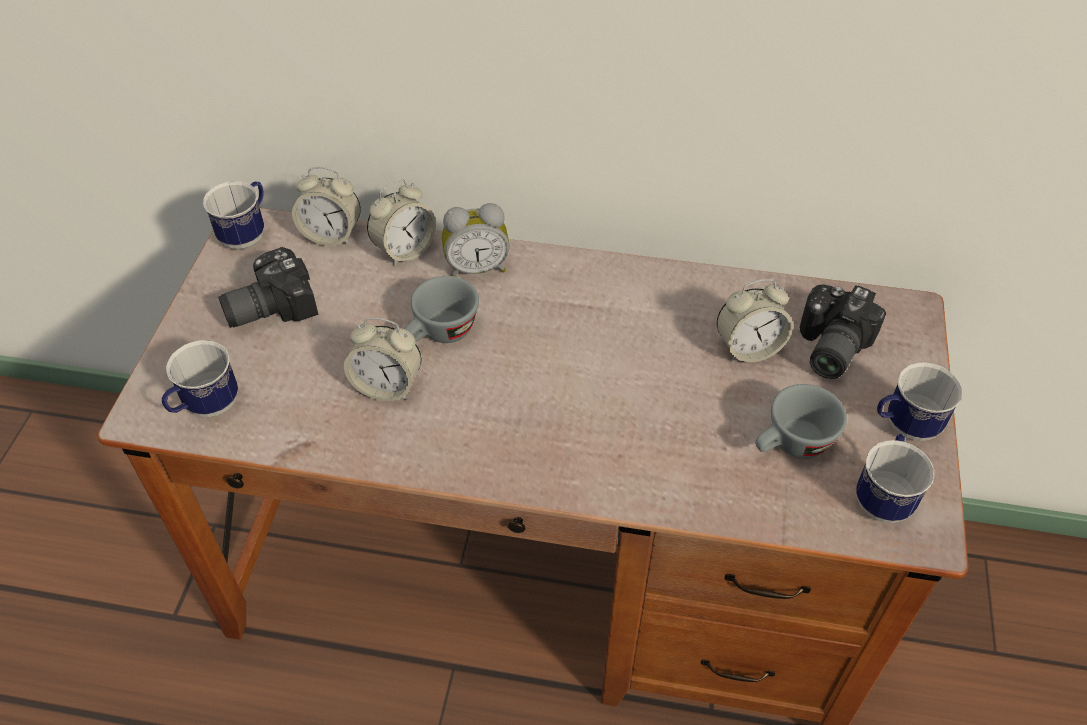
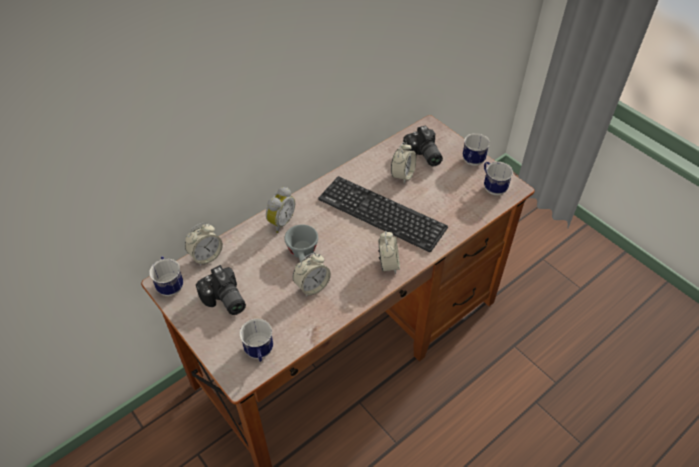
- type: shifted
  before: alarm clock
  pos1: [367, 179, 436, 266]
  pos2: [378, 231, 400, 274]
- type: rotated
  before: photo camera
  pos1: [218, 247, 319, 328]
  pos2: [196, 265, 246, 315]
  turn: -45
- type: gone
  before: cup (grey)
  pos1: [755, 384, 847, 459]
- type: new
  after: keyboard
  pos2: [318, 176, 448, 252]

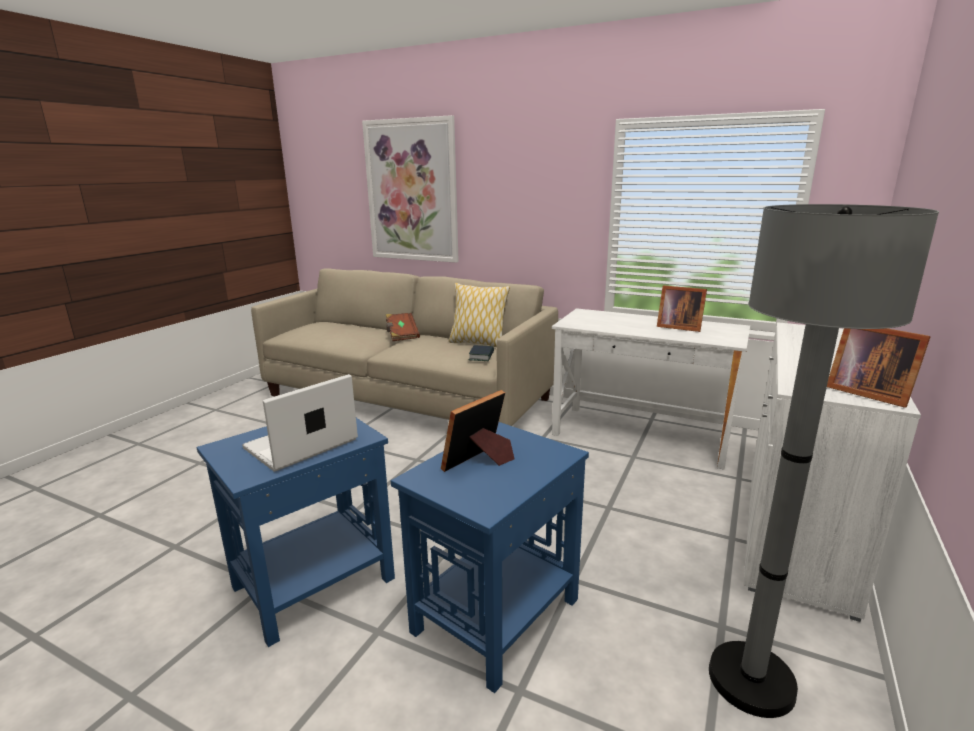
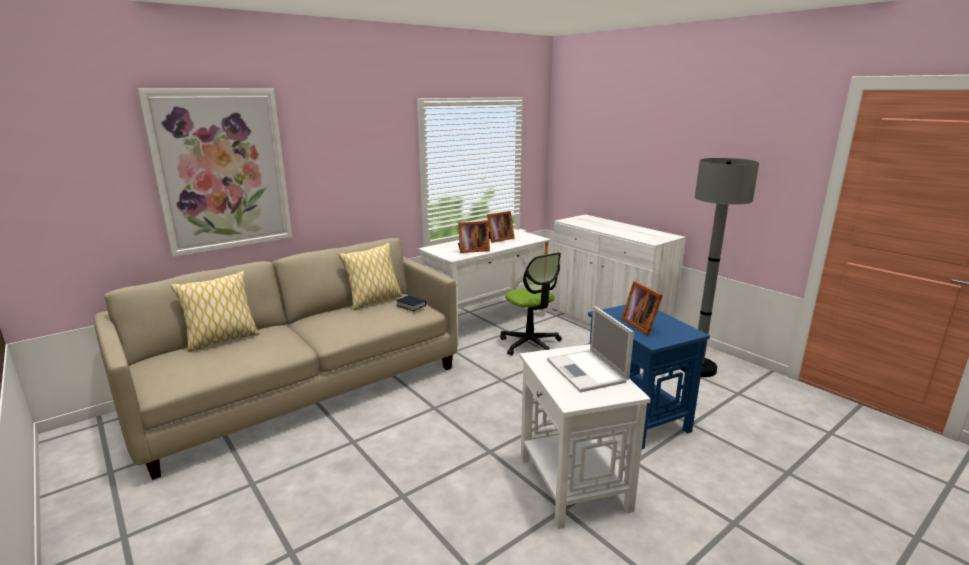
- type: gone
  before: book (brown)
  pos1: [386, 313, 420, 341]
- type: shifted
  before: picture frame
  pos1: [827, 328, 931, 408]
  pos2: [458, 221, 490, 253]
- type: repainted
  before: side table (blue)
  after: side table (white)
  pos1: [196, 418, 395, 647]
  pos2: [520, 344, 651, 529]
- type: new
  after: office chair
  pos2: [500, 252, 562, 355]
- type: new
  after: pillow
  pos2: [171, 271, 259, 352]

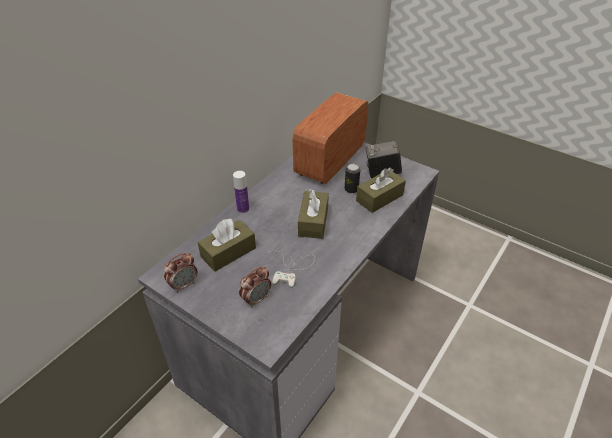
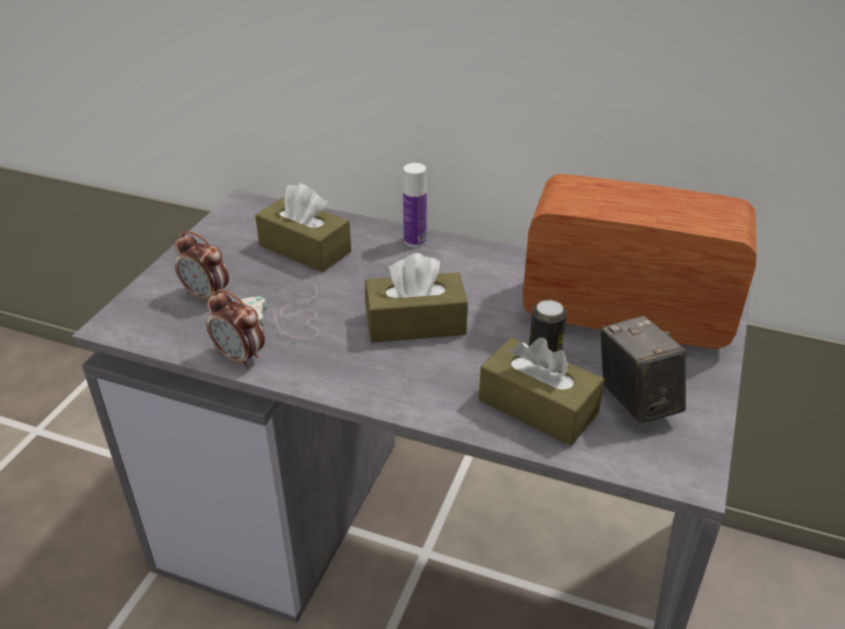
- type: shifted
  before: alarm clock
  pos1: [164, 253, 198, 293]
  pos2: [206, 289, 265, 368]

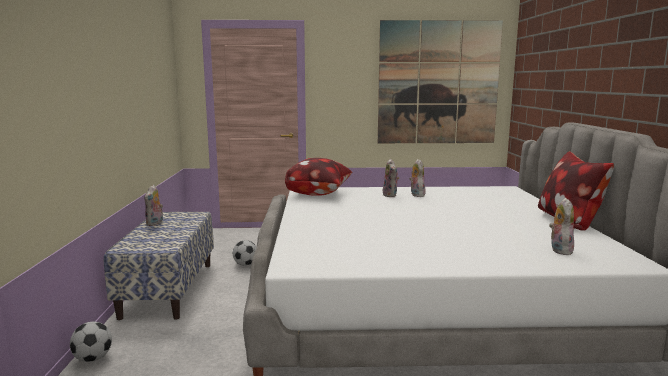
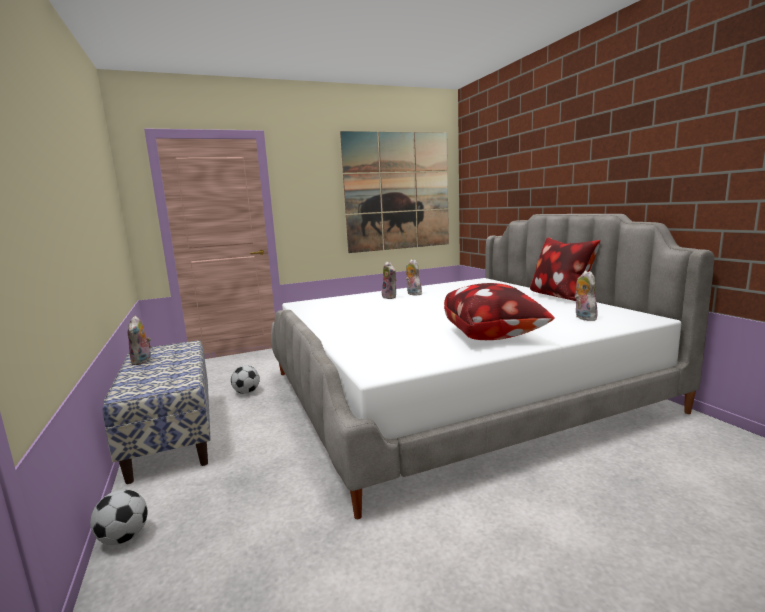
- type: shifted
  before: pillow
  pos1: [285, 158, 352, 196]
  pos2: [444, 283, 555, 340]

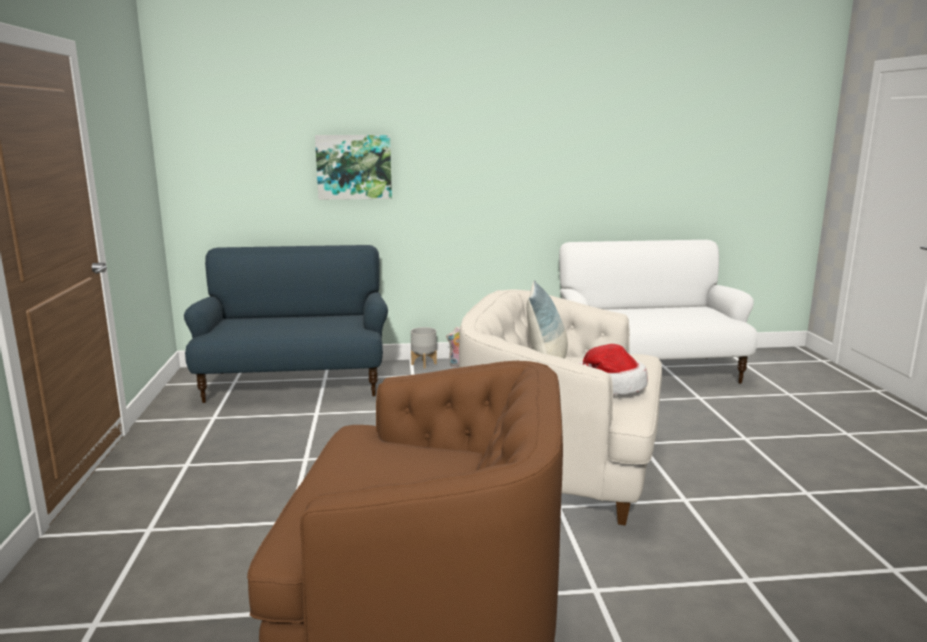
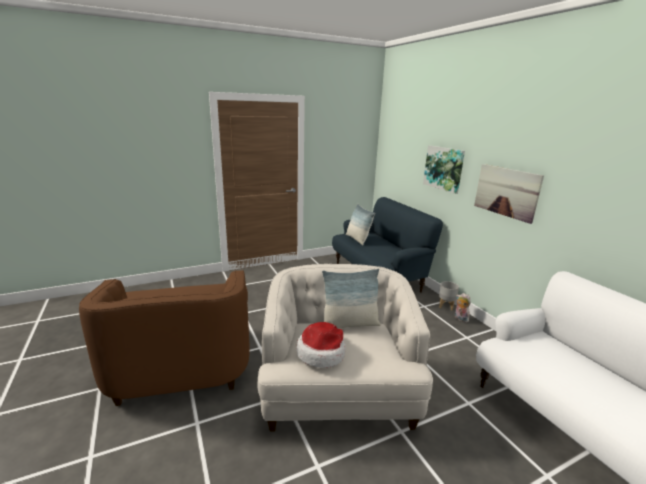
- type: new
  after: picture
  pos2: [474, 164, 544, 224]
- type: new
  after: pillow
  pos2: [346, 204, 375, 245]

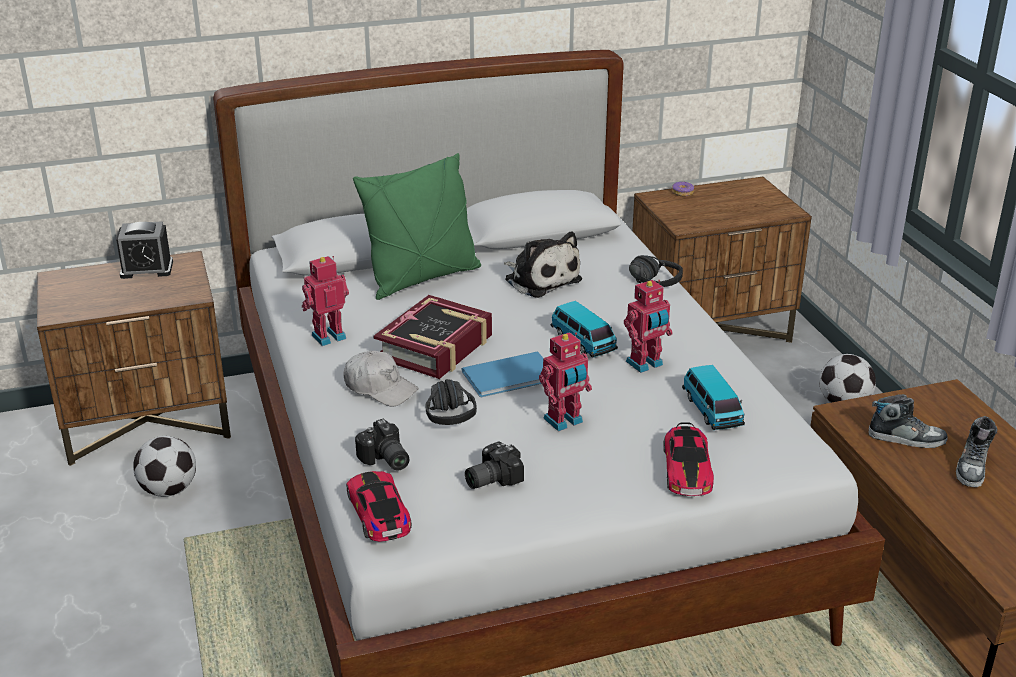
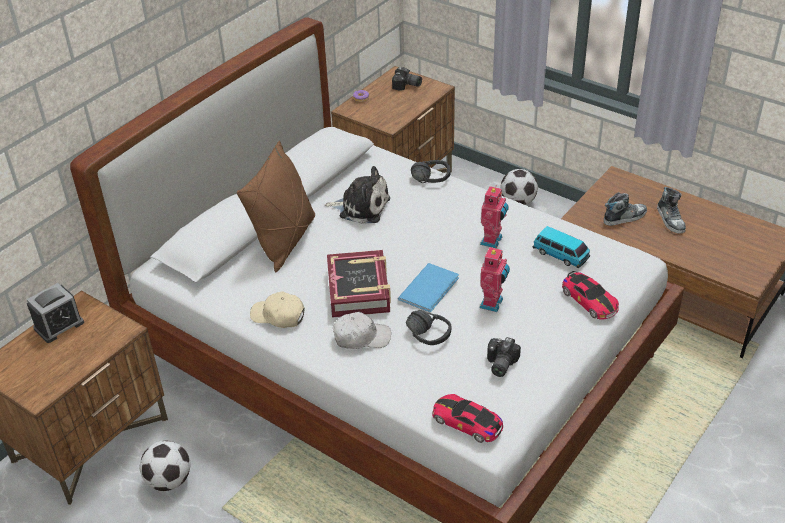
- type: repainted
  before: pillow (green)
  after: pillow (brown)
  pos1: [353, 153, 481, 300]
  pos2: [237, 141, 315, 272]
- type: swapped
  before: toy robot
  after: cap (beige)
  pos1: [302, 256, 349, 346]
  pos2: [250, 291, 305, 328]
- type: gone
  before: toy car
  pos1: [551, 301, 618, 358]
- type: shifted
  before: photo camera
  pos1: [355, 419, 409, 471]
  pos2: [392, 67, 422, 91]

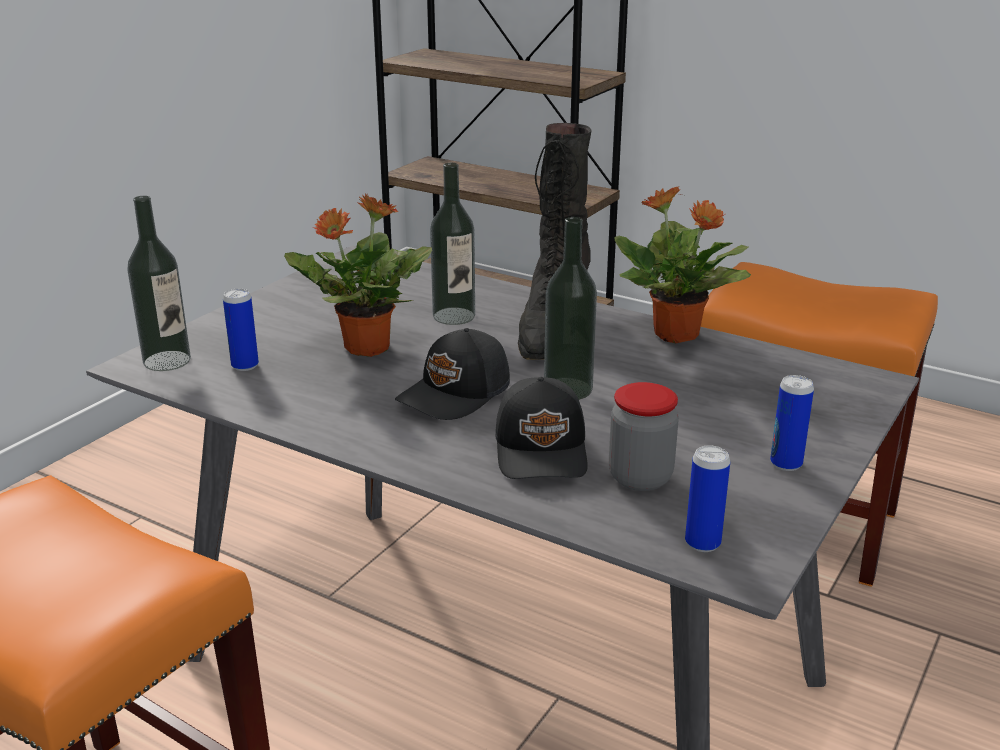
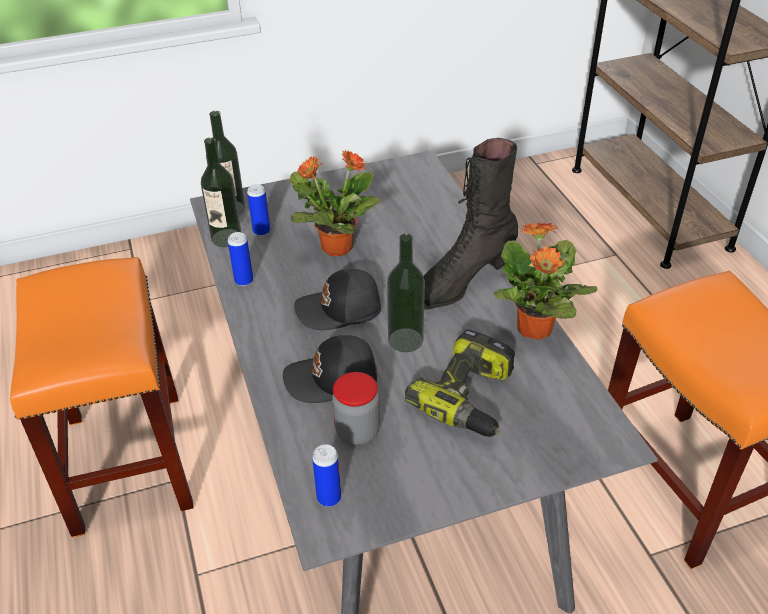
- type: shifted
  before: bottle
  pos1: [430, 163, 475, 325]
  pos2: [201, 138, 242, 247]
- type: shifted
  before: can
  pos1: [770, 375, 814, 471]
  pos2: [228, 232, 253, 286]
- type: rotated
  before: cap (black)
  pos1: [495, 377, 588, 479]
  pos2: [283, 335, 377, 403]
  turn: 45
- type: new
  after: power drill
  pos2: [405, 330, 515, 437]

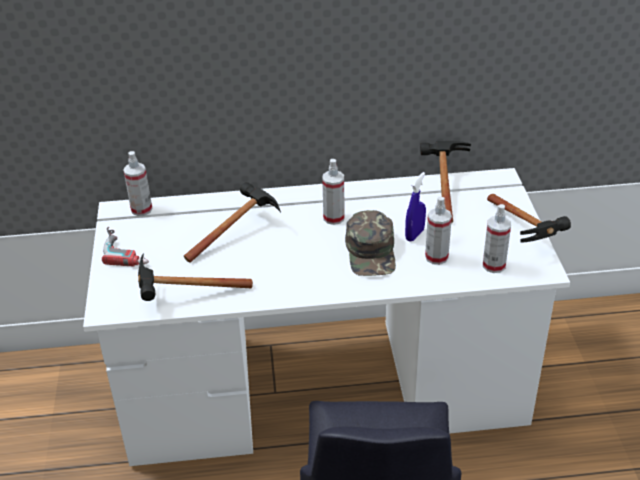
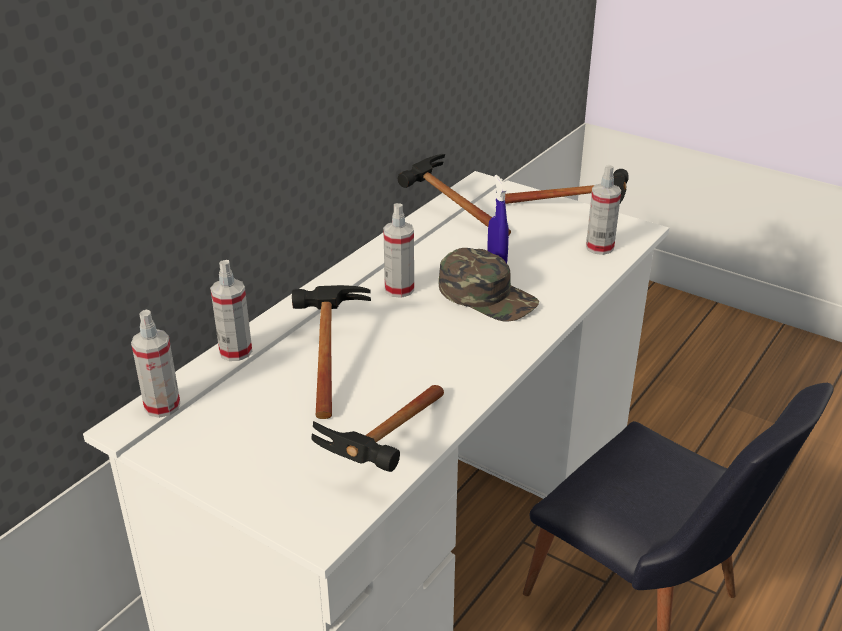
- type: shifted
  before: spray bottle
  pos1: [425, 197, 452, 265]
  pos2: [210, 260, 252, 361]
- type: gone
  before: power drill
  pos1: [102, 227, 149, 267]

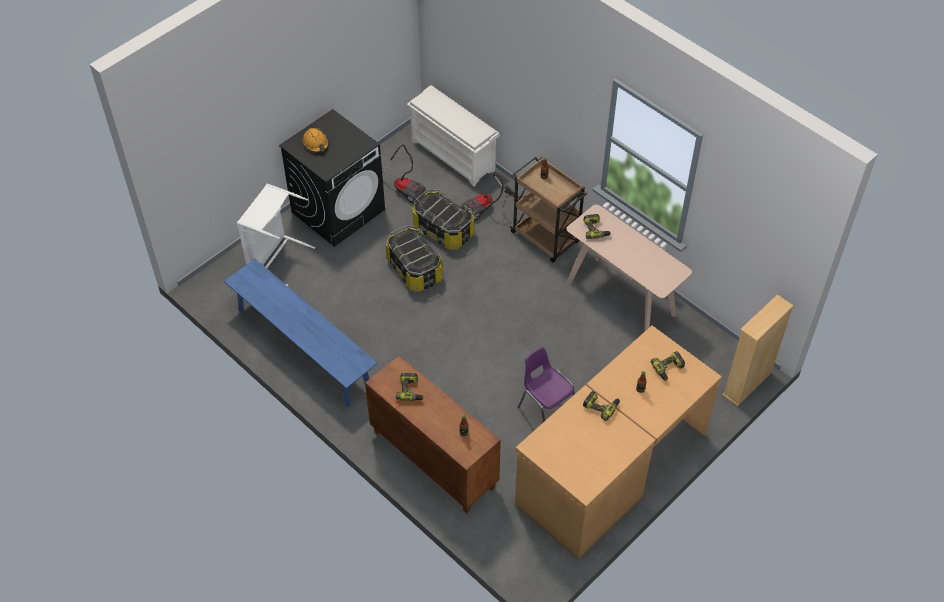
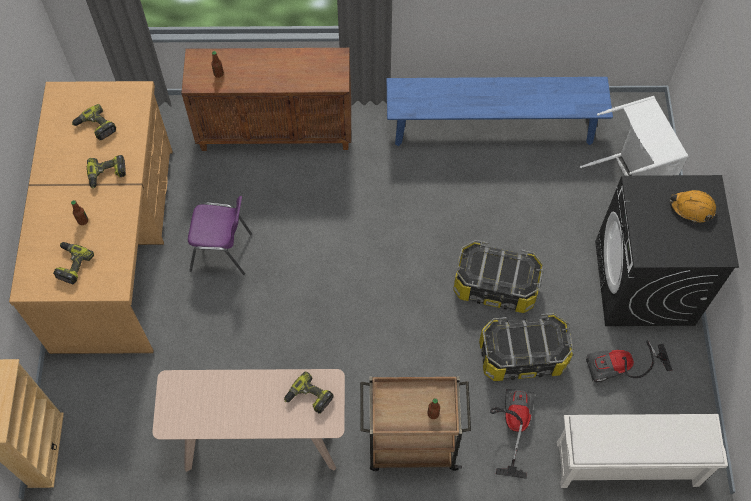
- type: shifted
  before: power drill
  pos1: [396, 373, 424, 401]
  pos2: [72, 104, 116, 140]

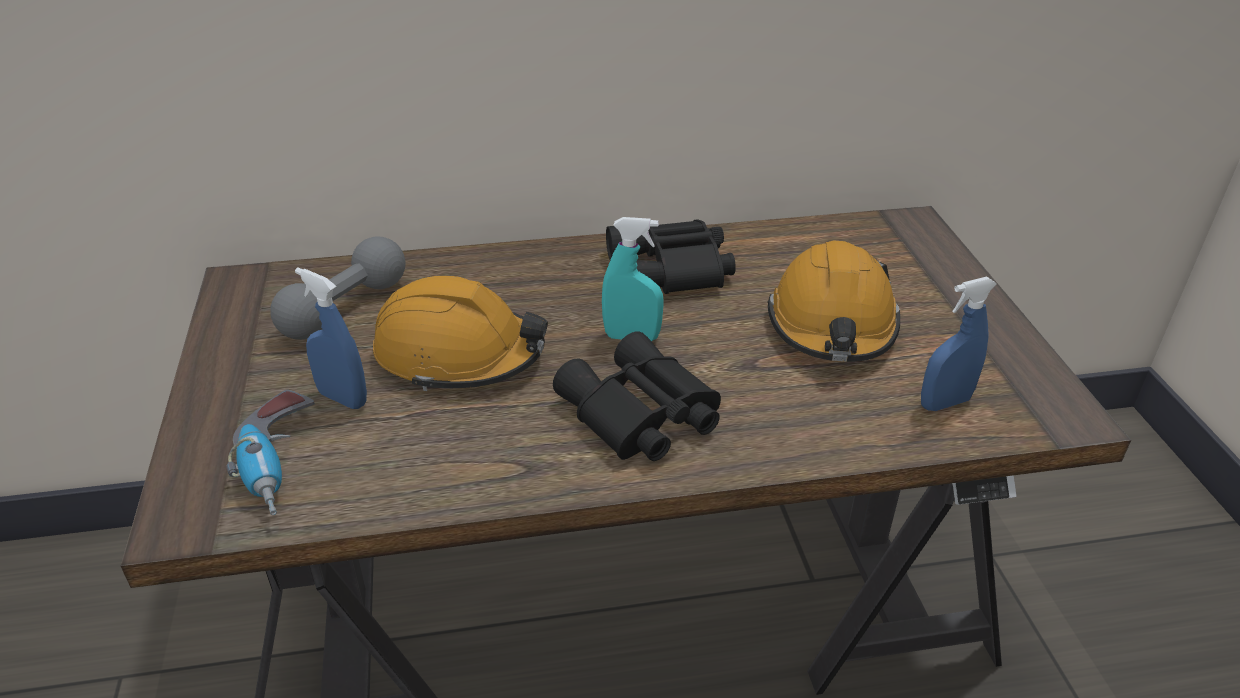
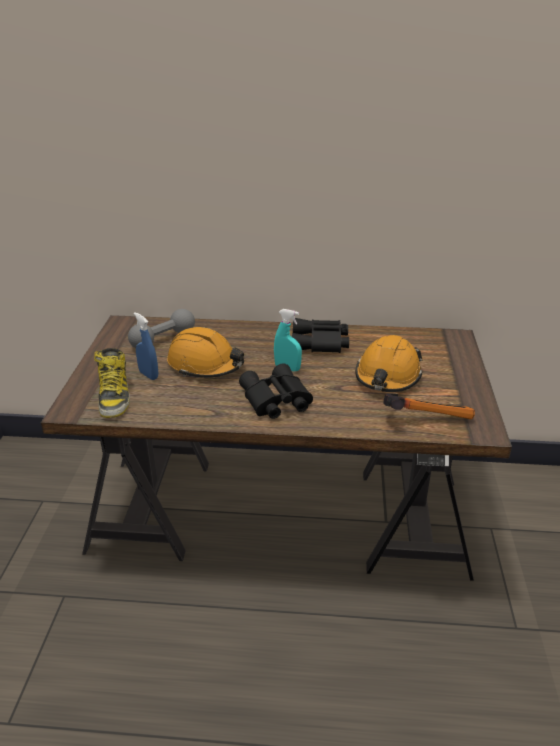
- type: swapped
  before: spray bottle (blue)
  after: hammer
  pos1: [921, 277, 997, 411]
  pos2: [383, 394, 475, 419]
- type: swapped
  before: power drill
  after: boot
  pos1: [226, 390, 315, 515]
  pos2: [94, 348, 130, 418]

